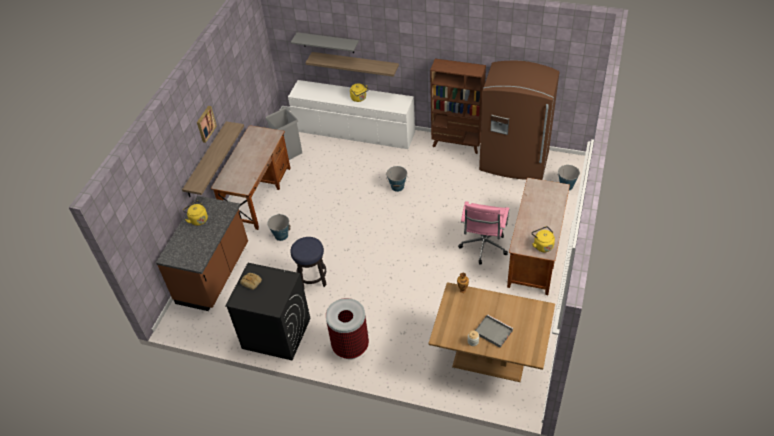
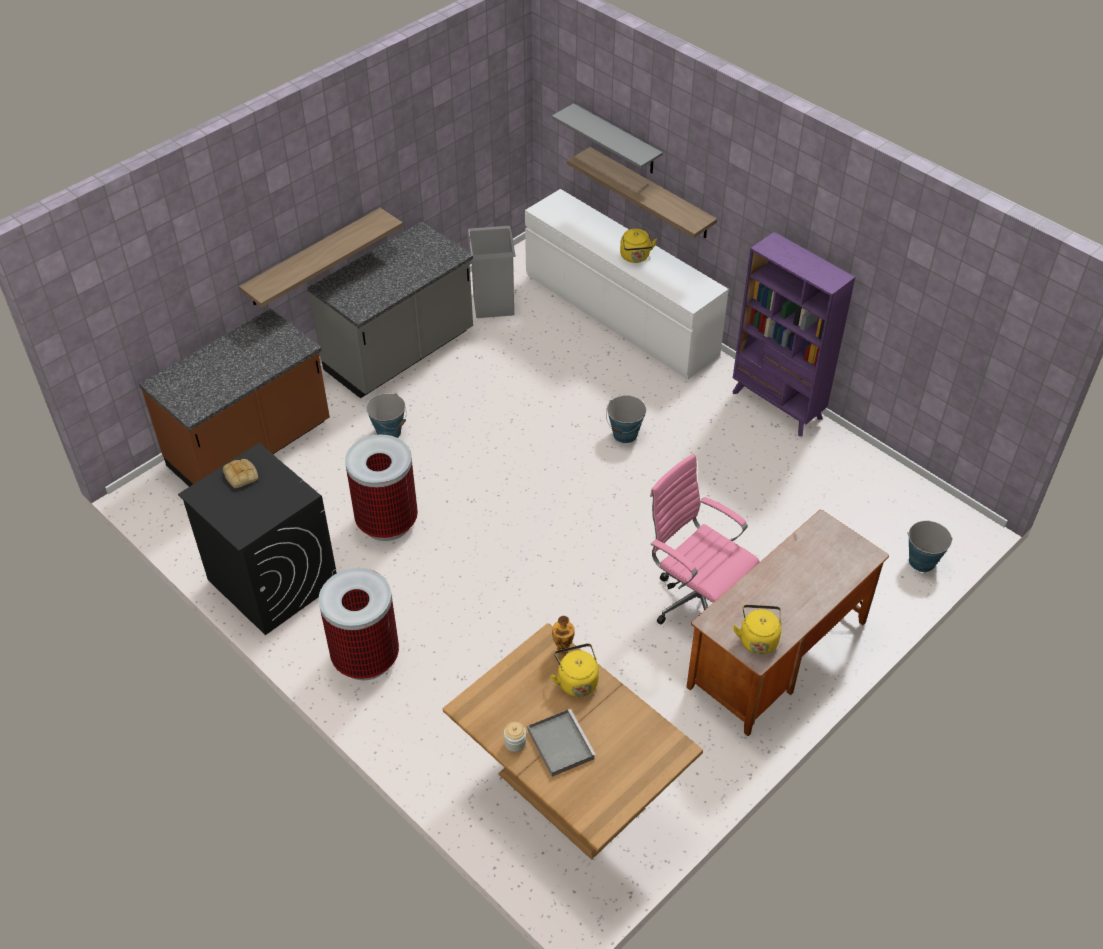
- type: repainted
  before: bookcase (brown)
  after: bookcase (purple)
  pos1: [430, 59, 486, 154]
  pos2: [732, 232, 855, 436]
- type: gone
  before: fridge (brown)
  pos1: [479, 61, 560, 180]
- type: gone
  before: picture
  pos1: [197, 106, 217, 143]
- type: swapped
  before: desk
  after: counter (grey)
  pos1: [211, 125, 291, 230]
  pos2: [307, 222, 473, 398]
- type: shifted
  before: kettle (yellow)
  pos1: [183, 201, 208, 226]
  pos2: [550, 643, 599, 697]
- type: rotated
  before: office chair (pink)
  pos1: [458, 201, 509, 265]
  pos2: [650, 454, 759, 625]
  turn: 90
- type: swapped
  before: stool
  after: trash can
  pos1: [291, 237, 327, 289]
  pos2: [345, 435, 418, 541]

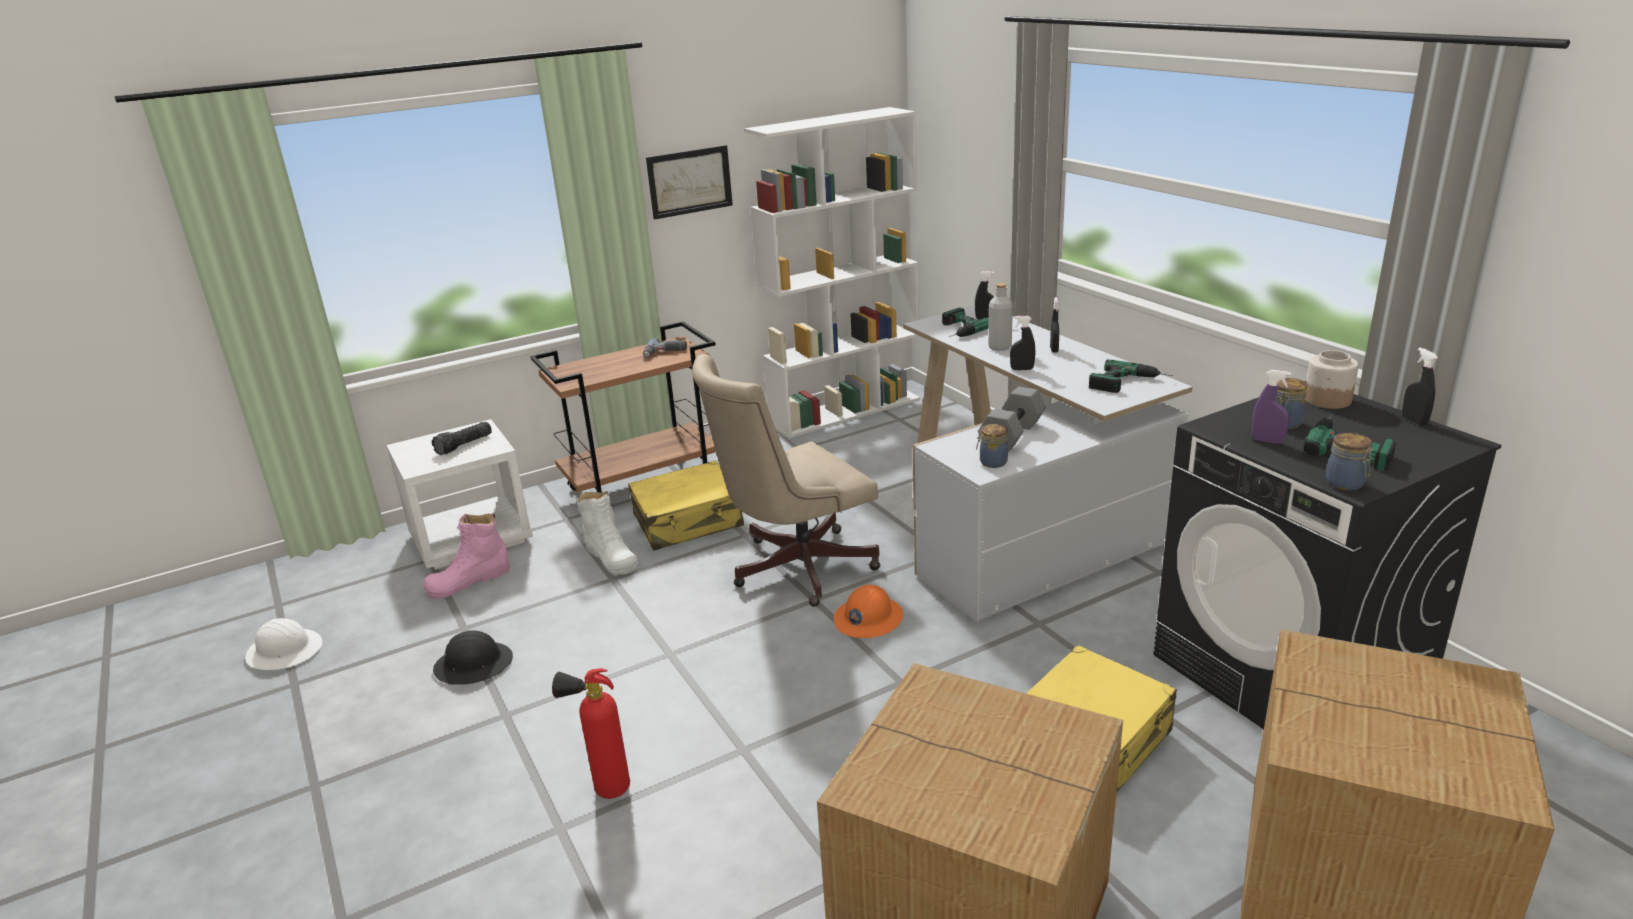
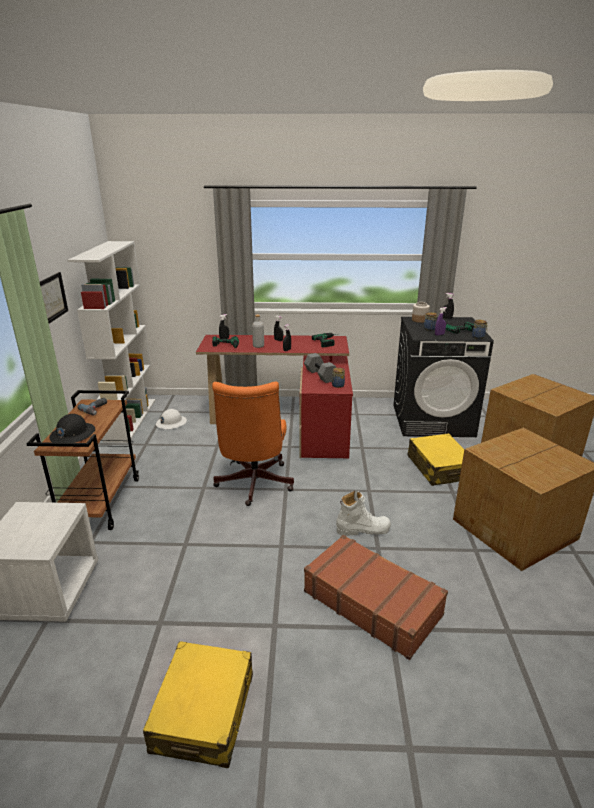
- type: repainted
  before: desk (white)
  after: desk (red)
  pos1: [903, 306, 1192, 622]
  pos2: [196, 335, 353, 458]
- type: repainted
  before: office chair (beige)
  after: office chair (orange)
  pos1: [692, 354, 880, 607]
  pos2: [212, 382, 294, 506]
- type: gone
  before: flashlight
  pos1: [432, 422, 492, 455]
- type: shifted
  before: suitcase (yellow)
  pos1: [628, 460, 744, 550]
  pos2: [143, 641, 253, 768]
- type: shifted
  before: boot (white)
  pos1: [577, 491, 638, 575]
  pos2: [336, 491, 391, 536]
- type: gone
  before: boot (pink)
  pos1: [424, 513, 510, 599]
- type: gone
  before: hard hat (orange)
  pos1: [834, 584, 903, 638]
- type: shifted
  before: hard hat (white)
  pos1: [245, 618, 322, 670]
  pos2: [156, 409, 187, 429]
- type: shifted
  before: hard hat (black)
  pos1: [433, 631, 513, 685]
  pos2: [50, 414, 95, 443]
- type: swapped
  before: fire extinguisher
  after: suitcase (brown)
  pos1: [552, 668, 630, 799]
  pos2: [304, 535, 448, 660]

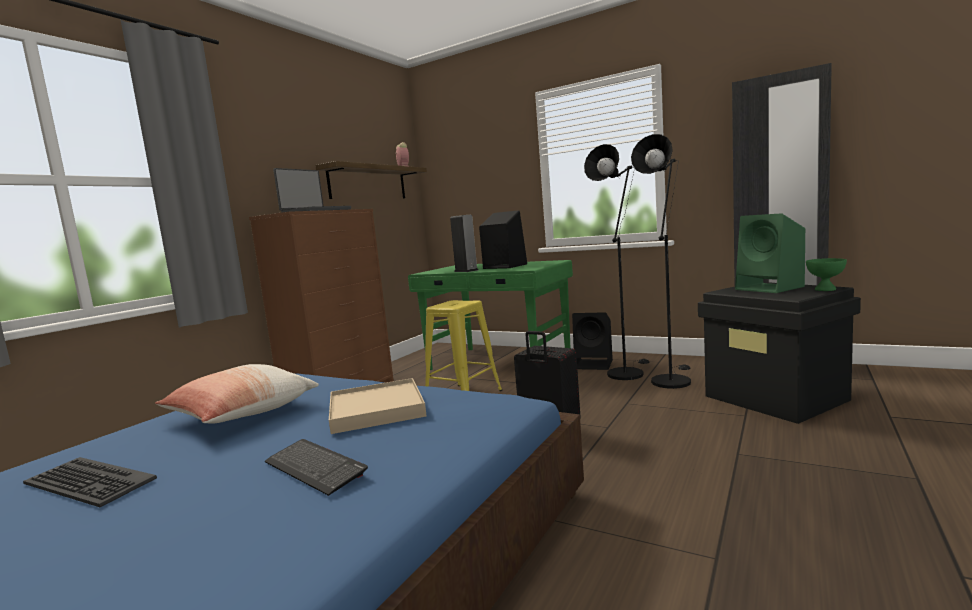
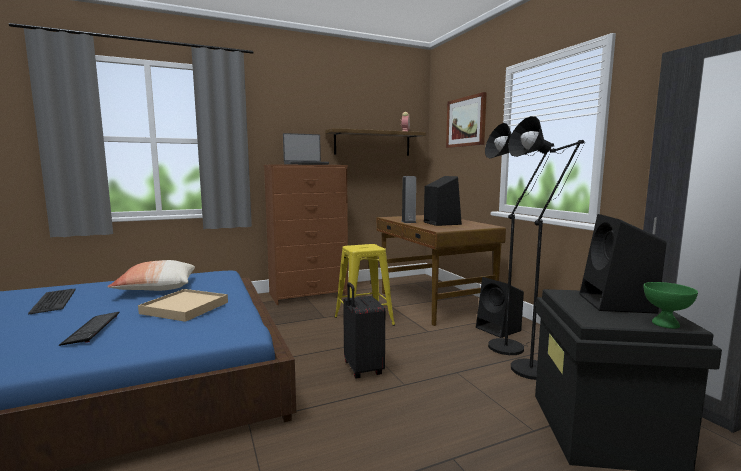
- type: repainted
  before: speaker (green)
  after: speaker (black)
  pos1: [735, 213, 805, 293]
  pos2: [580, 214, 667, 314]
- type: repainted
  before: desk (green)
  after: desk (brown)
  pos1: [408, 260, 573, 370]
  pos2: [376, 215, 506, 326]
- type: new
  after: picture
  pos2: [446, 92, 487, 148]

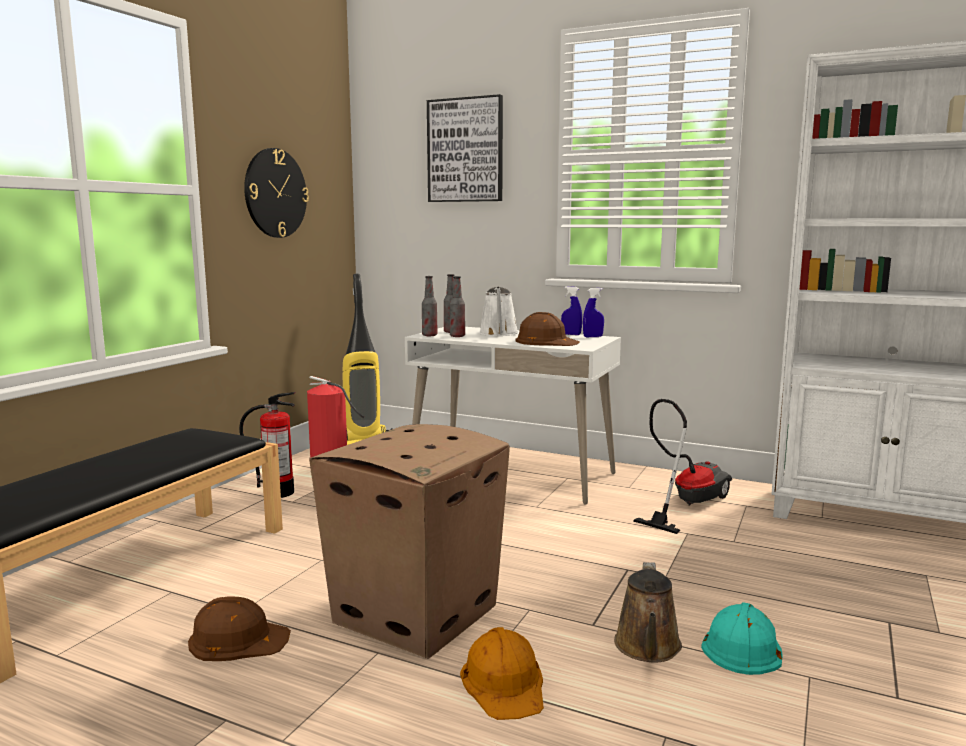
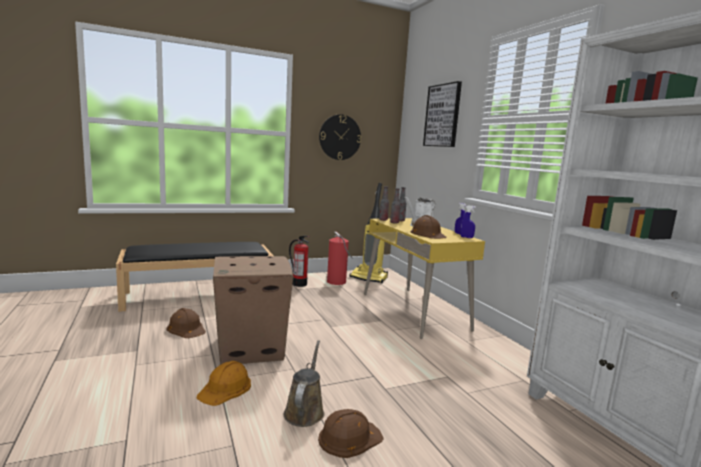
- type: repainted
  before: desk (white)
  after: desk (yellow)
  pos1: [405, 327, 621, 504]
  pos2: [364, 218, 485, 339]
- type: gone
  before: vacuum cleaner
  pos1: [633, 399, 732, 534]
- type: rotated
  before: watering can (brown)
  pos1: [614, 562, 682, 662]
  pos2: [284, 340, 324, 427]
  turn: 135
- type: repainted
  before: hard hat (turquoise)
  after: hard hat (brown)
  pos1: [701, 602, 783, 675]
  pos2: [318, 409, 384, 458]

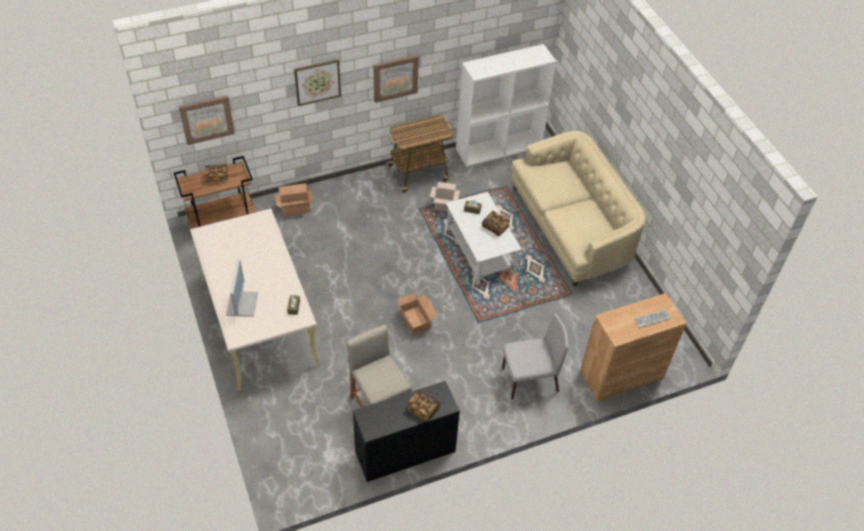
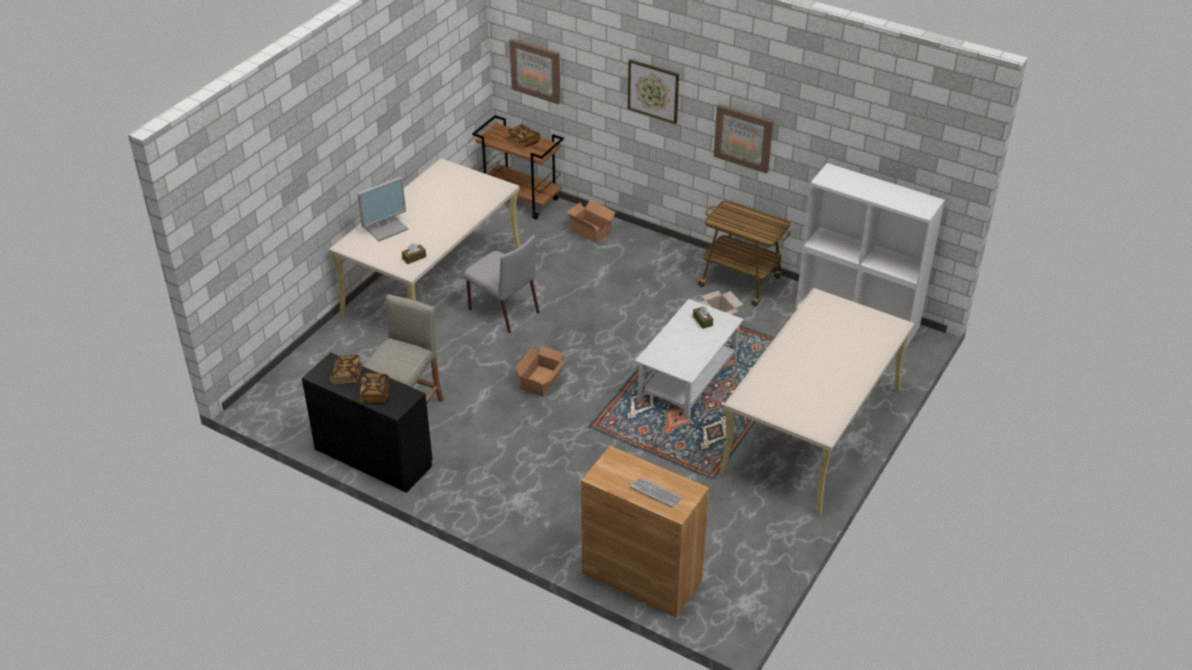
- type: swapped
  before: sofa (beige)
  after: desk (beige)
  pos1: [511, 131, 646, 286]
  pos2: [719, 288, 914, 516]
- type: shifted
  before: book
  pos1: [482, 211, 510, 237]
  pos2: [329, 355, 362, 386]
- type: shifted
  before: chair (grey)
  pos1: [502, 314, 568, 400]
  pos2: [463, 235, 539, 334]

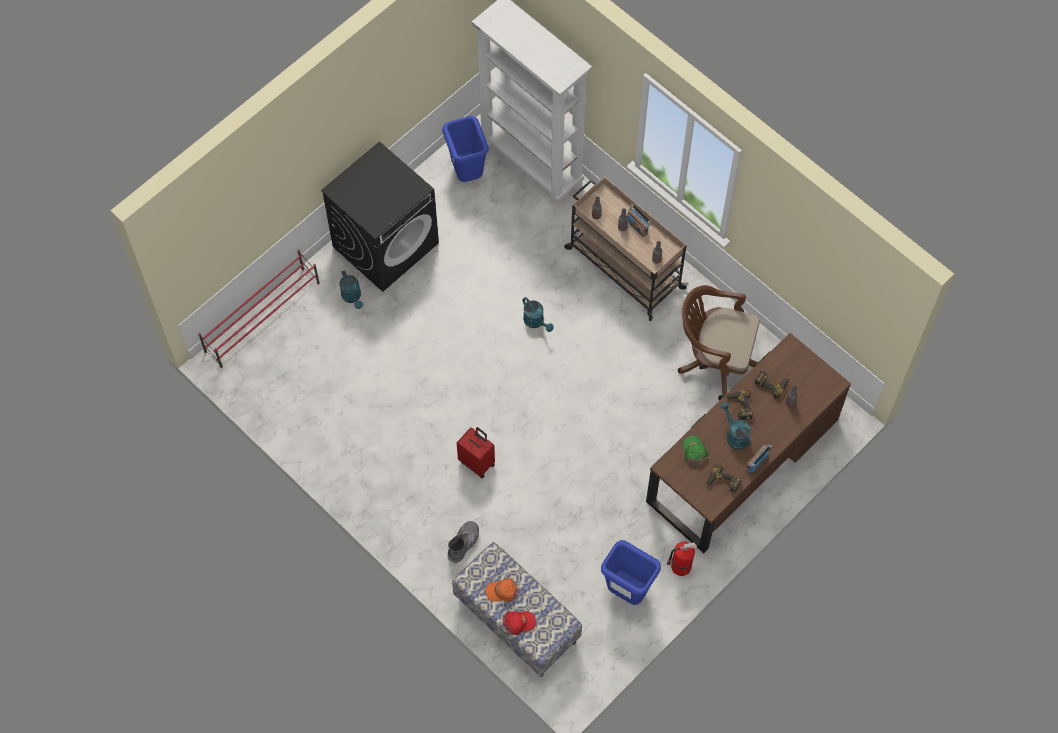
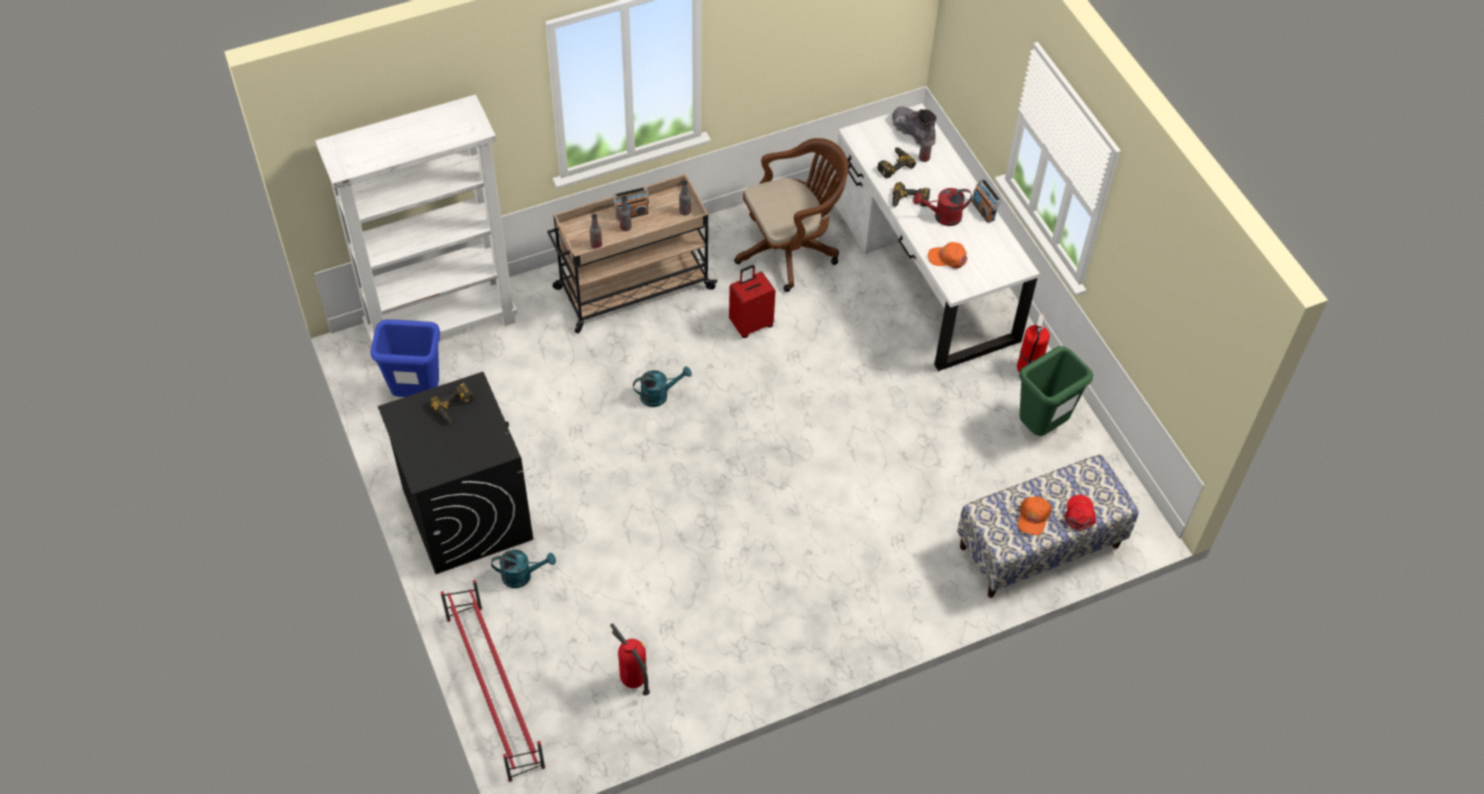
- type: rotated
  before: office chair (brown)
  pos1: [678, 285, 760, 401]
  pos2: [734, 138, 848, 292]
  turn: -150
- type: repainted
  before: desk (brown)
  after: desk (white)
  pos1: [646, 333, 851, 553]
  pos2: [835, 103, 1040, 371]
- type: repainted
  before: watering can (turquoise)
  after: watering can (red)
  pos1: [720, 402, 751, 450]
  pos2: [913, 188, 972, 226]
- type: shifted
  before: suitcase (red)
  pos1: [457, 427, 495, 478]
  pos2: [729, 265, 776, 338]
- type: repainted
  before: cap (green)
  after: cap (orange)
  pos1: [683, 436, 708, 466]
  pos2: [928, 242, 968, 269]
- type: shifted
  before: power drill
  pos1: [707, 465, 741, 493]
  pos2: [429, 382, 474, 423]
- type: shifted
  before: boot (grey)
  pos1: [448, 521, 479, 564]
  pos2: [892, 106, 937, 145]
- type: repainted
  before: trash can (blue)
  after: trash can (green)
  pos1: [601, 540, 661, 605]
  pos2: [1019, 346, 1093, 436]
- type: new
  after: fire extinguisher
  pos2: [610, 623, 650, 696]

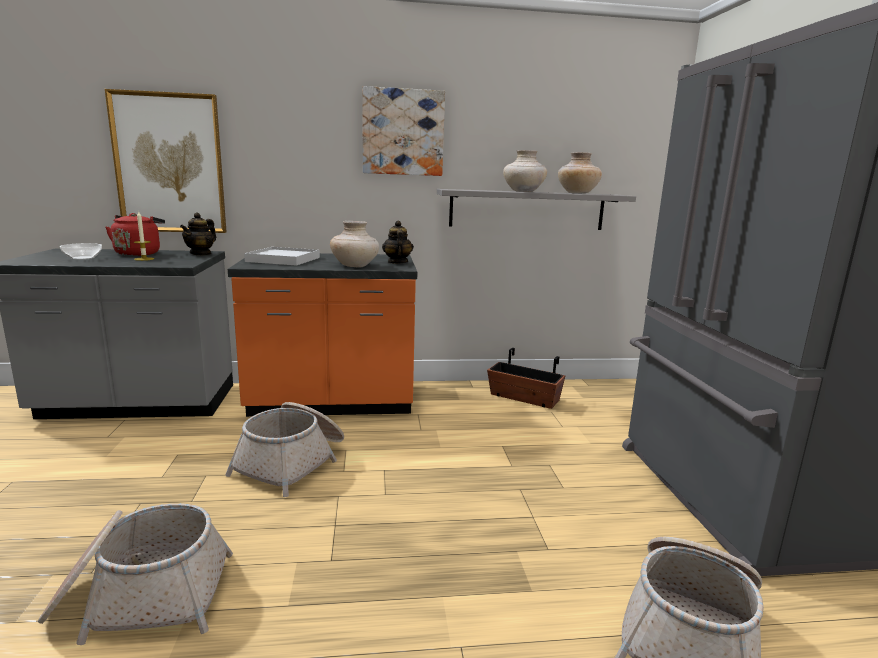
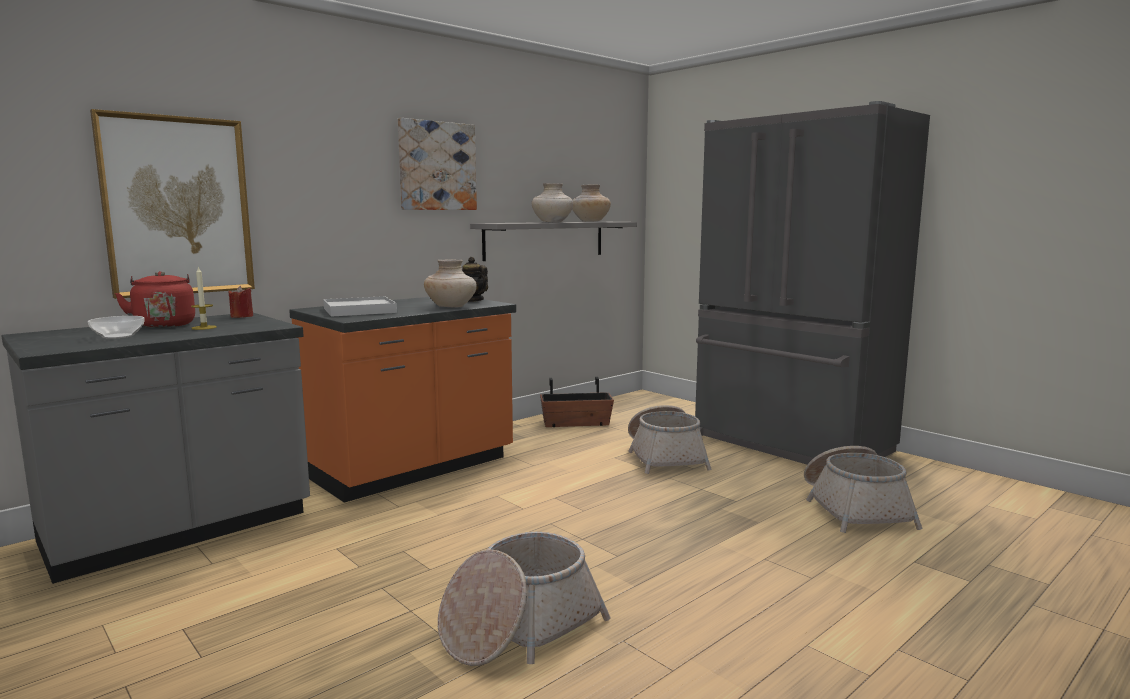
- type: swapped
  before: teapot
  after: candle (red)
  pos1: [180, 212, 216, 255]
  pos2: [229, 286, 253, 318]
- type: shifted
  before: basket
  pos1: [225, 402, 344, 497]
  pos2: [628, 405, 711, 474]

